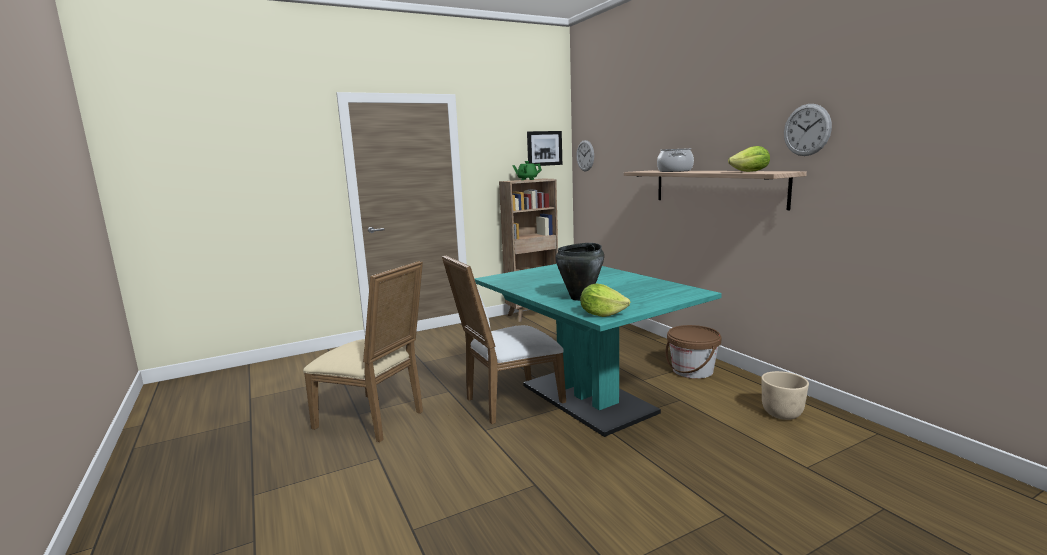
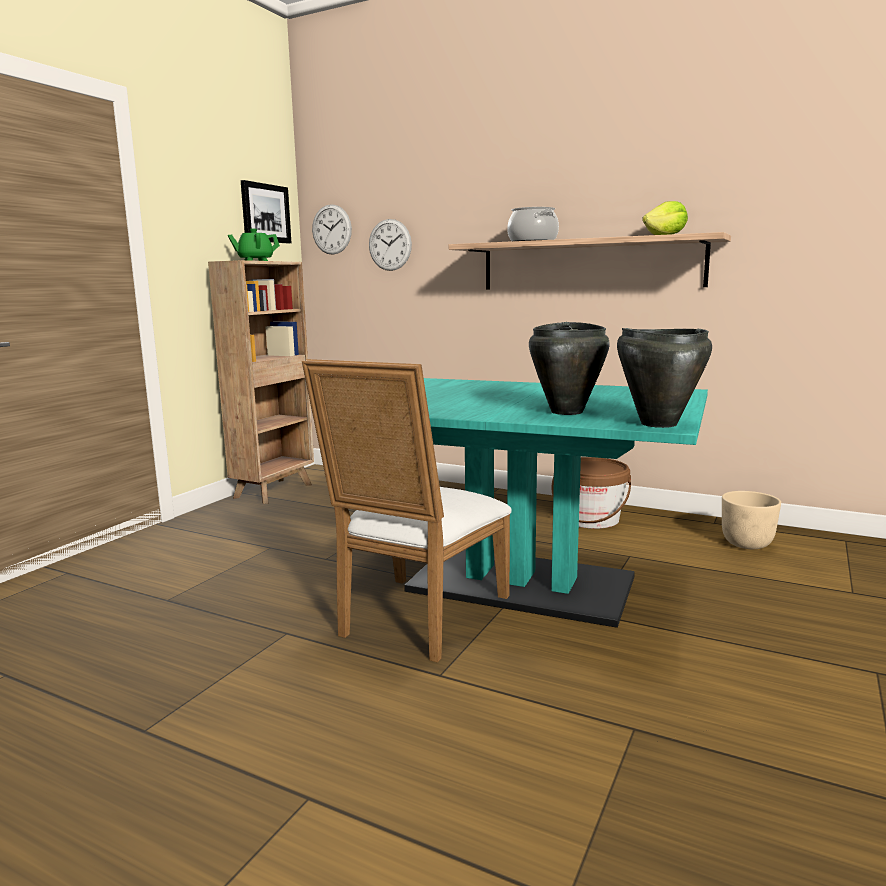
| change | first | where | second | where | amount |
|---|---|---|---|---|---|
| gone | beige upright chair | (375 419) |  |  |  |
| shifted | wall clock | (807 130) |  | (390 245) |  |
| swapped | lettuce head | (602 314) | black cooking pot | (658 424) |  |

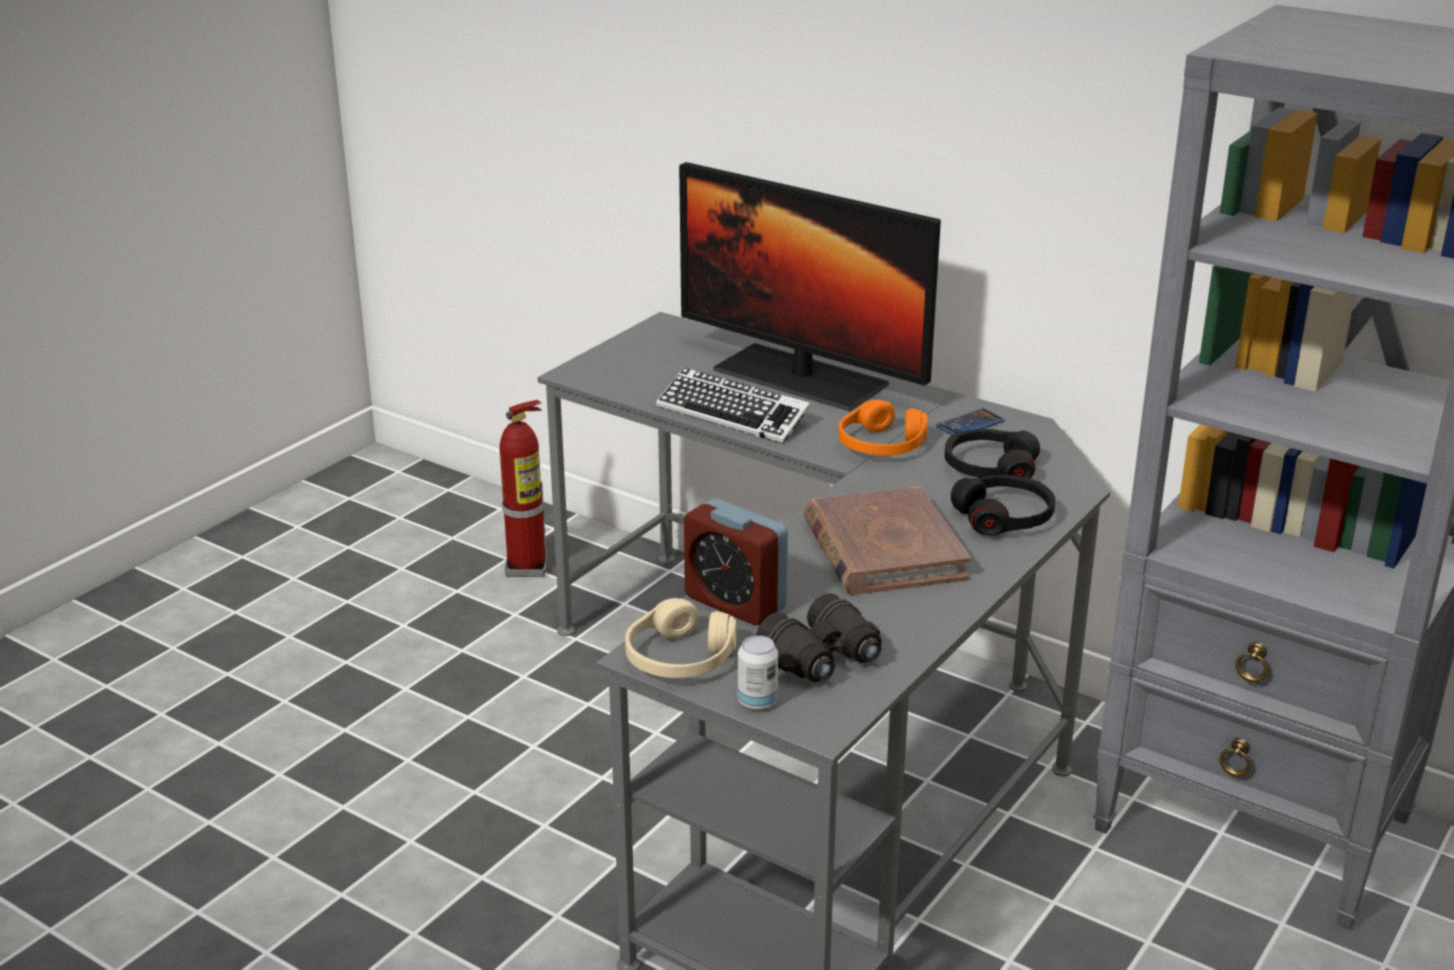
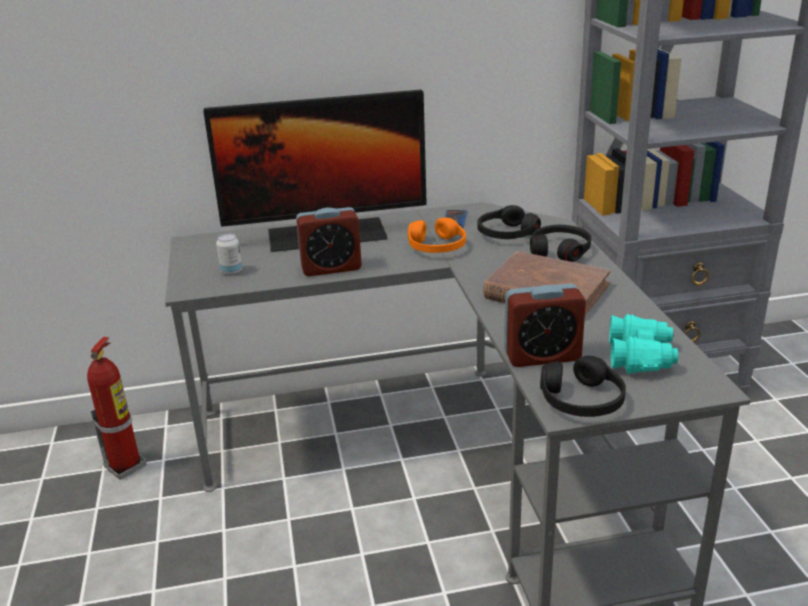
| change | first | where | second | where | amount |
|---|---|---|---|---|---|
| shifted | can | (757 702) |  | (231 271) |  |
| swapped | PC keyboard | (732 415) | table clock | (331 268) |  |
| repainted | beige headset | (679 658) | black headset | (582 400) |  |
| repainted | black pair of binoculars | (823 660) | blue-green pair of binoculars | (641 357) |  |

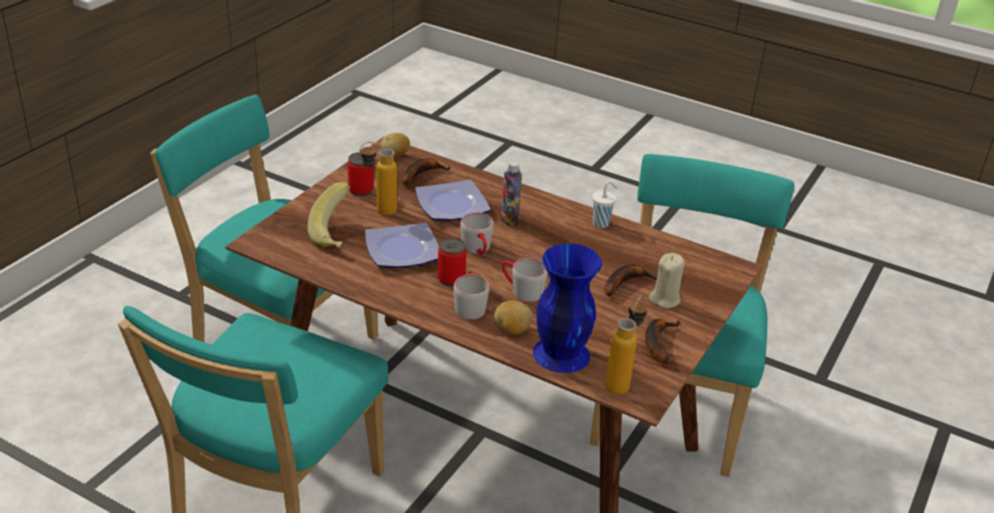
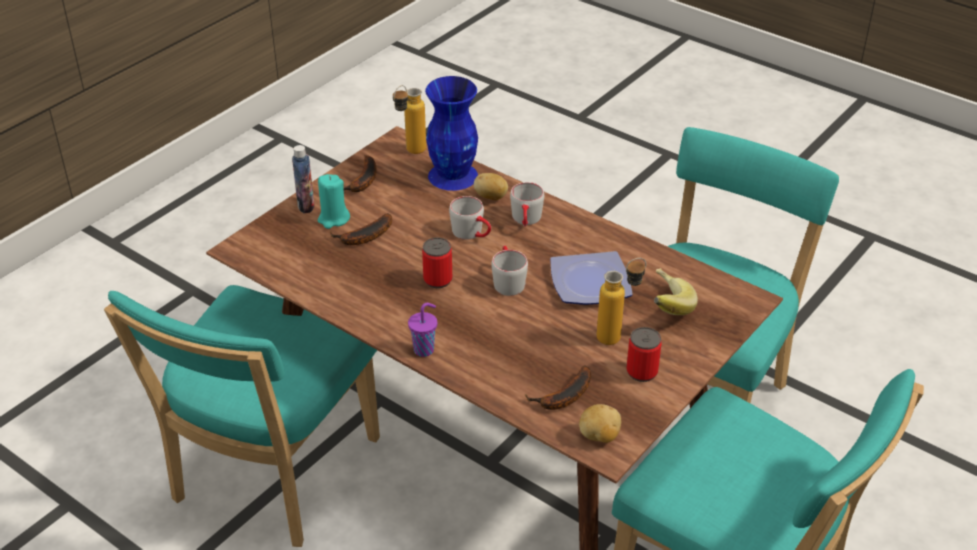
| change | first | where | second | where | amount |
|---|---|---|---|---|---|
| gone | flat dish | (451 206) |  |  |  |
| gone | white drinking cup | (601 223) |  |  |  |
| new |  |  | purple drinking cup | (425 349) |  |
| shifted | can | (451 279) |  | (437 280) |  |
| shifted | bottle | (509 220) |  | (306 205) |  |
| repainted | beige wax candle | (665 299) | blue-green wax candle | (333 219) |  |

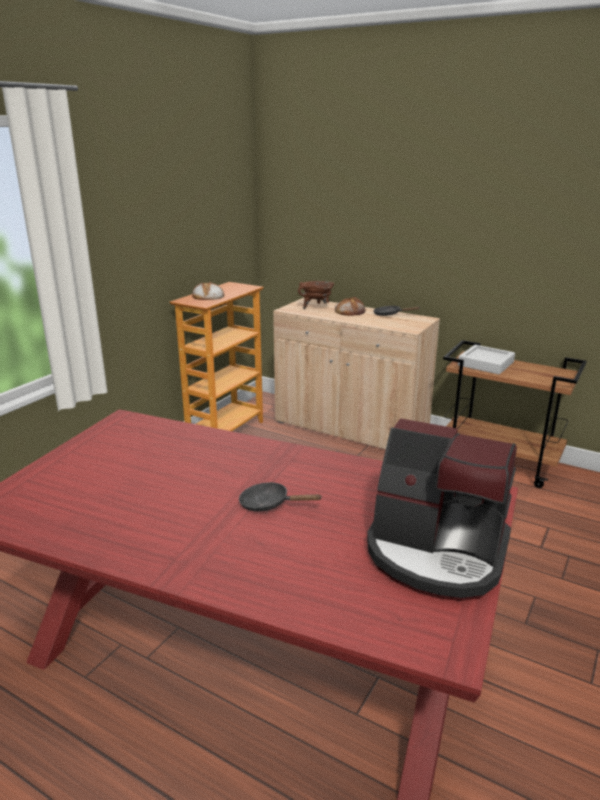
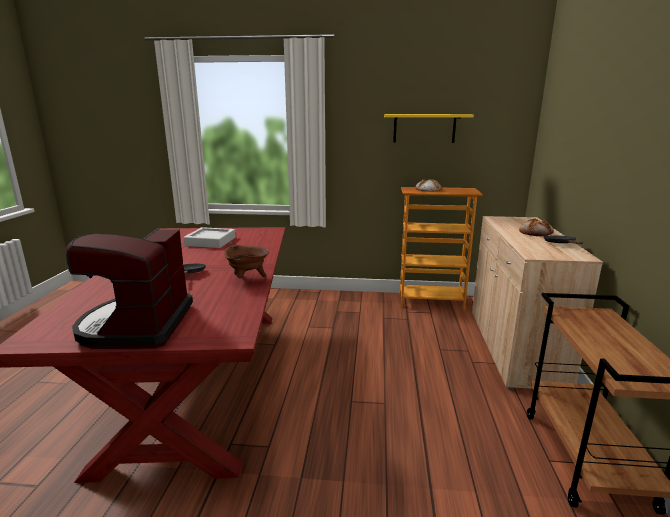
| change | first | where | second | where | amount |
|---|---|---|---|---|---|
| new |  |  | yellow-coloured wall shelf | (424 128) |  |
| shifted | brownish cooking pot | (316 307) |  | (247 279) |  |
| shifted | gray serving tray | (485 364) |  | (210 241) |  |

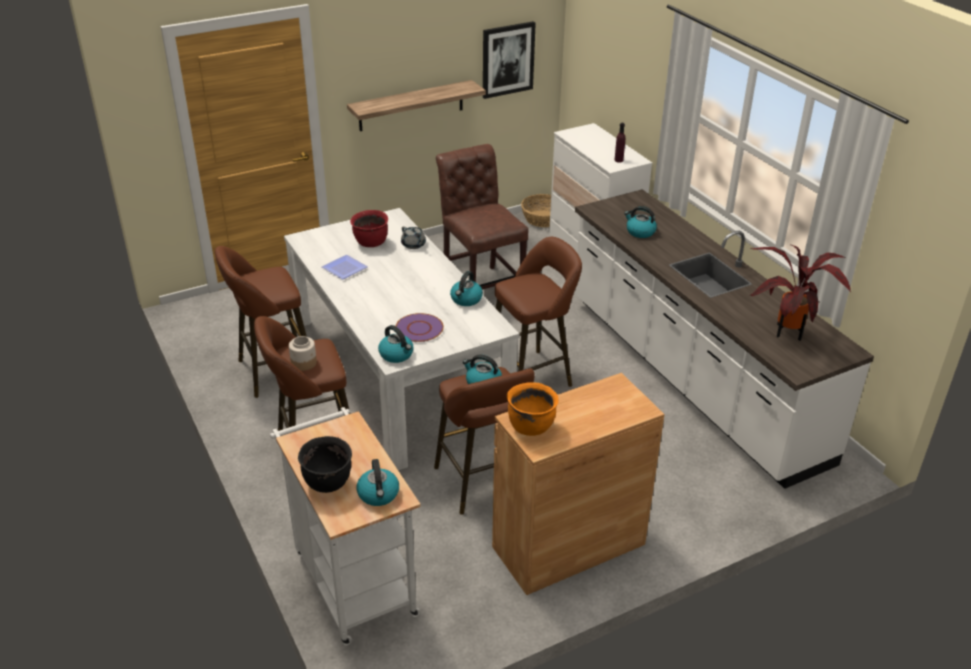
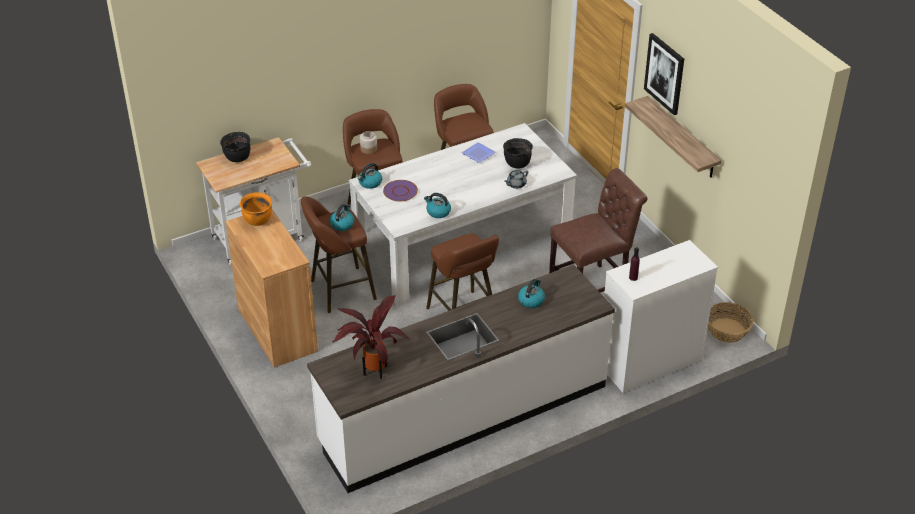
| change | first | where | second | where | amount |
|---|---|---|---|---|---|
| gone | tea kettle | (378 494) |  |  |  |
| shifted | wall picture | (507 59) |  | (665 73) |  |
| repainted | reddish cooking pot | (371 243) | black cooking pot | (517 163) |  |

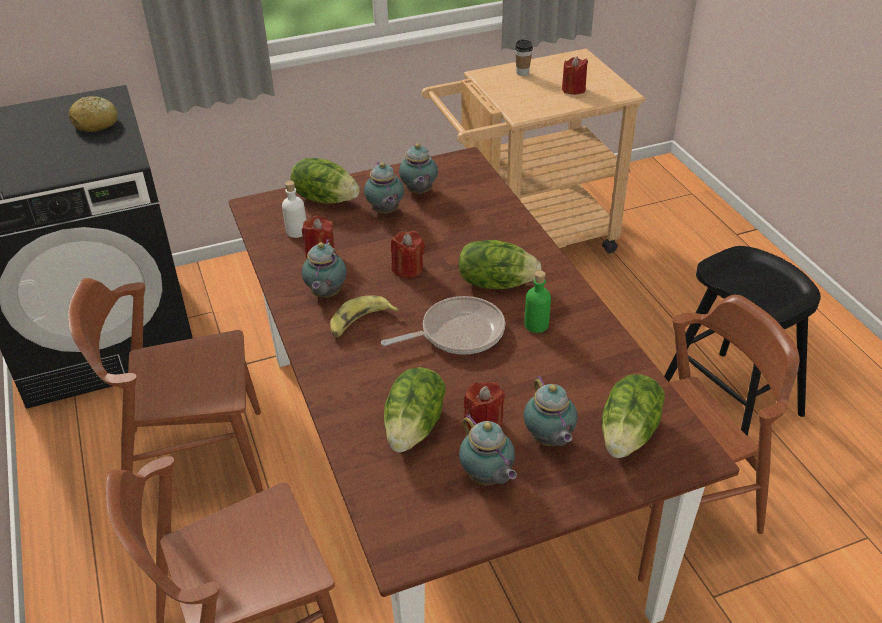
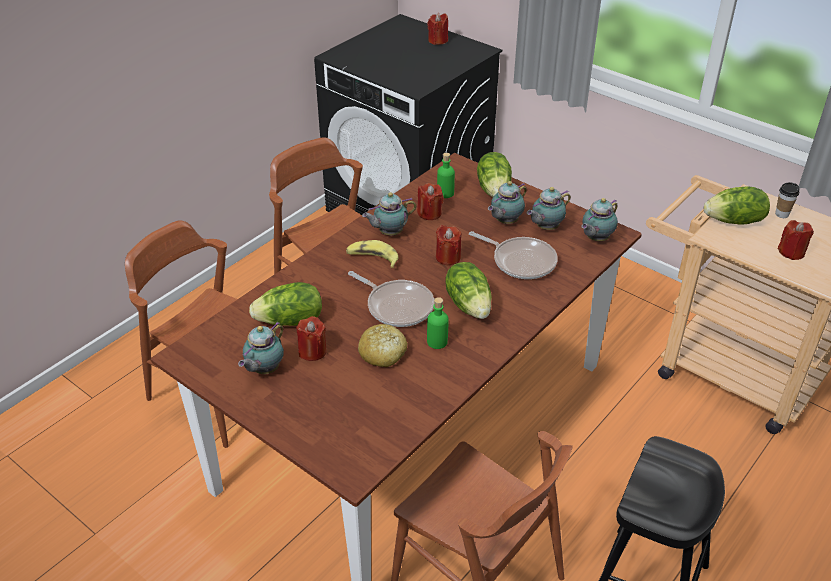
| change | first | where | second | where | amount |
|---|---|---|---|---|---|
| new |  |  | reddish wax candle | (438 40) |  |
| new |  |  | frying pan | (521 261) |  |
| shifted | bakery bread | (96 123) |  | (382 353) |  |
| shifted | pot for tea | (548 440) |  | (595 239) |  |
| shifted | lettuce head | (629 434) |  | (734 221) |  |
| repainted | white bottle | (296 231) | green bottle | (445 193) |  |

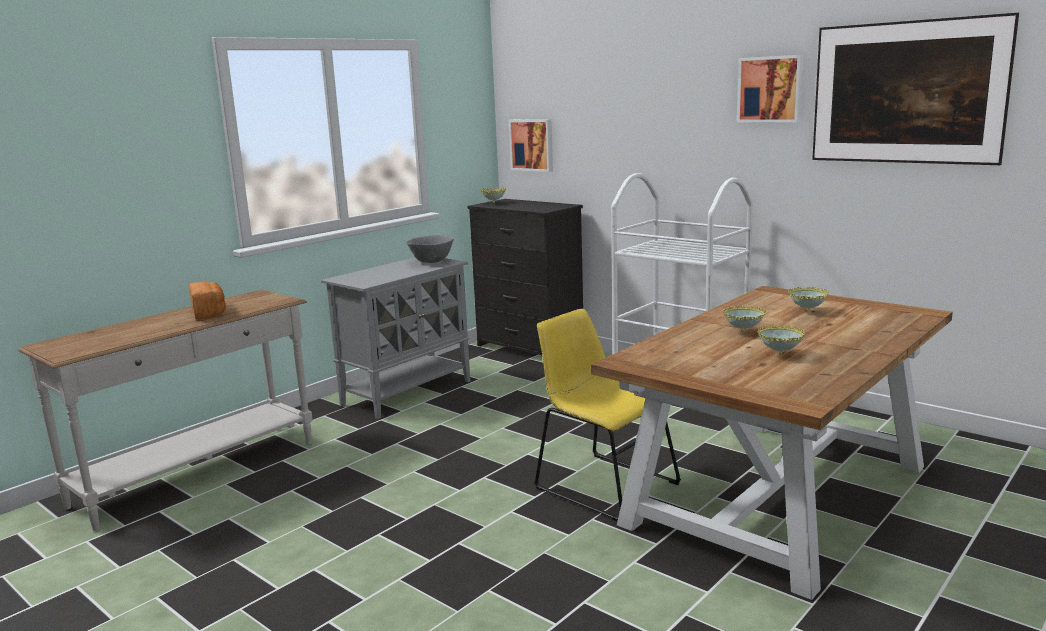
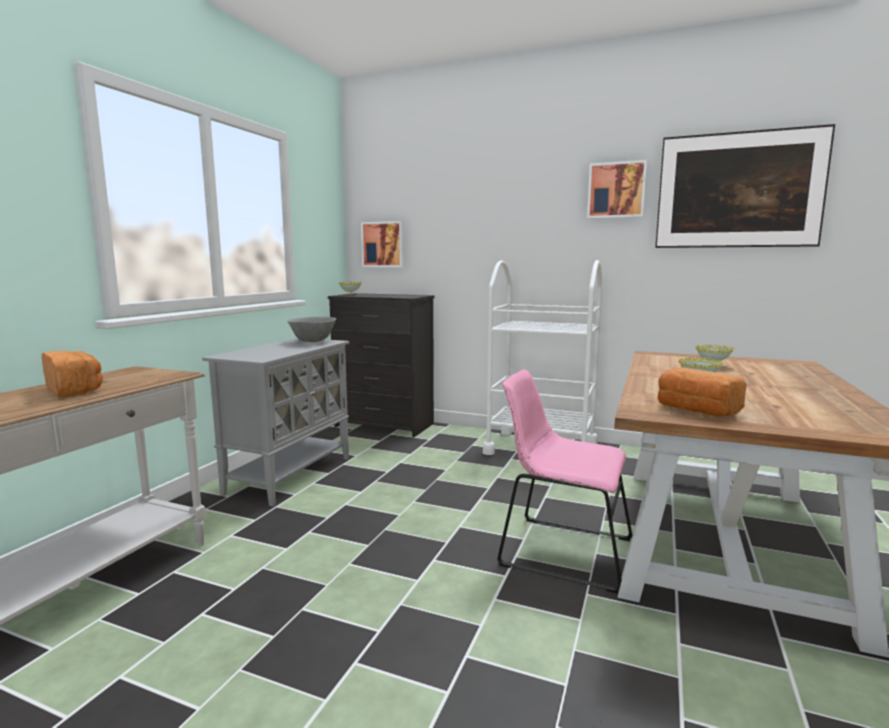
| change | first | where | second | where | amount |
|---|---|---|---|---|---|
| gone | deep dish | (780 355) |  |  |  |
| new |  |  | bakery bread | (695 410) |  |
| repainted | yellow-coloured upright chair | (602 484) | pinkish upright chair | (560 550) |  |

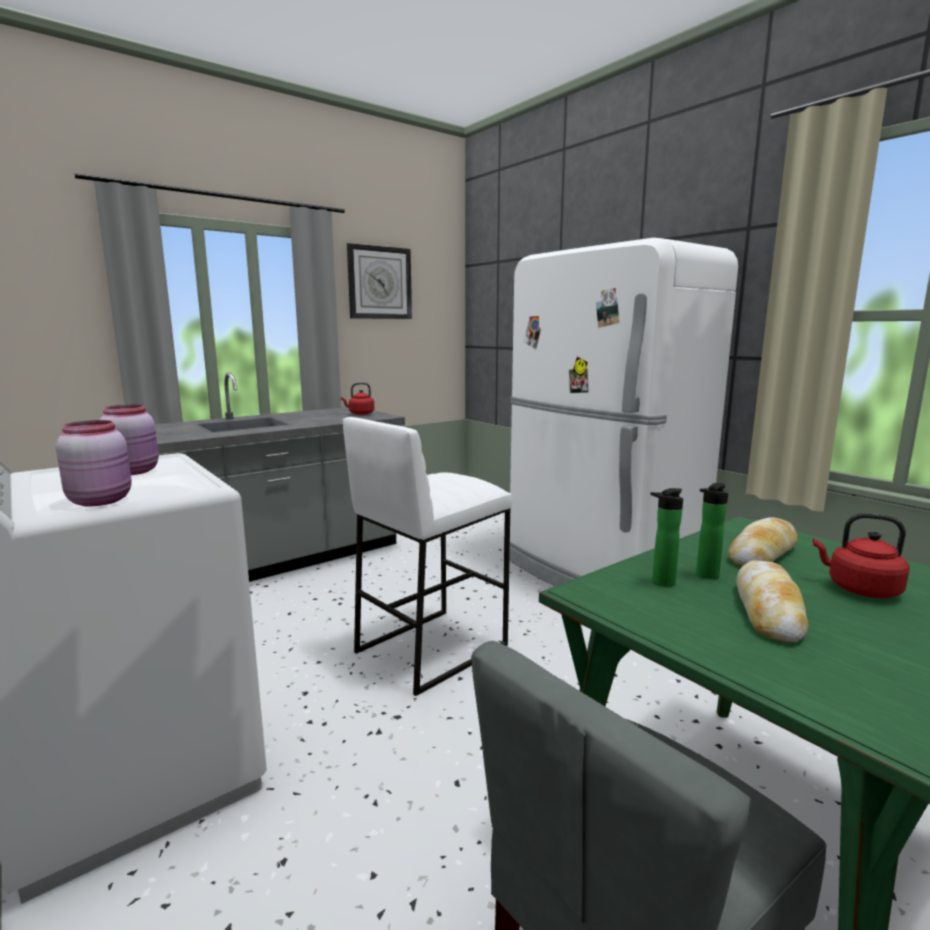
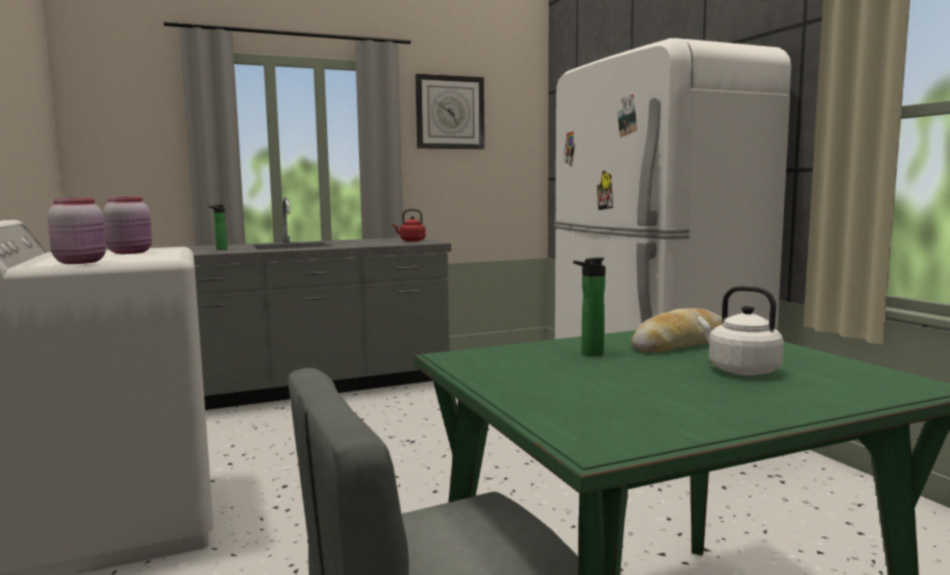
| change | first | where | second | where | amount |
|---|---|---|---|---|---|
| gone | white stool | (430 648) |  |  |  |
| gone | bakery bread | (768 610) |  |  |  |
| shifted | bottle | (660 583) |  | (219 249) |  |
| repainted | reddish tea kettle | (859 589) | white tea kettle | (739 370) |  |

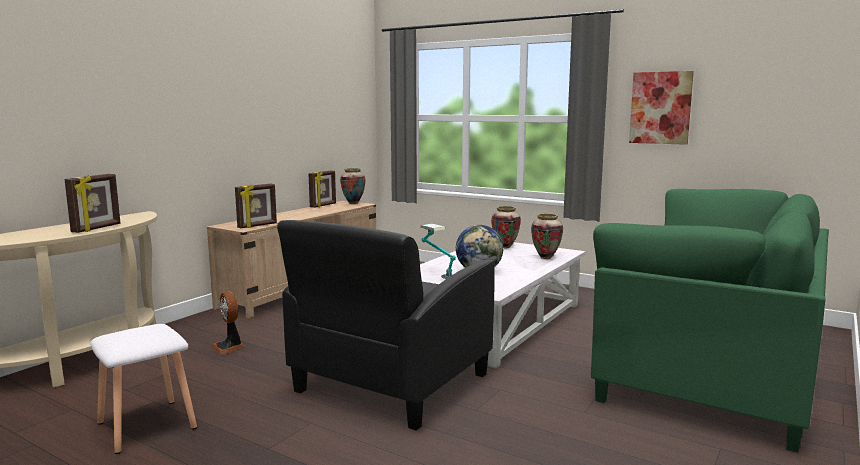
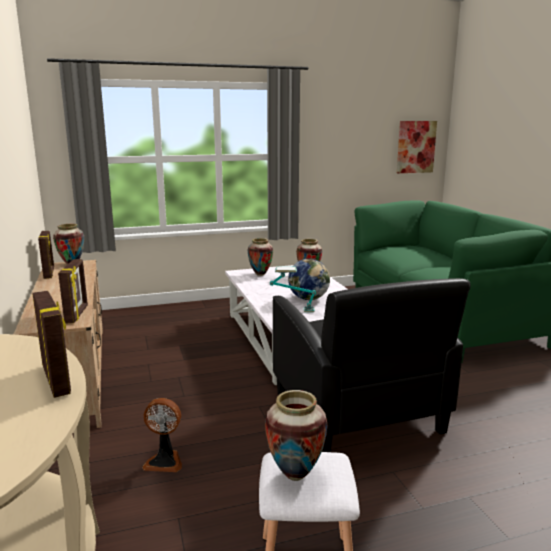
| change | first | where | second | where | amount |
|---|---|---|---|---|---|
| new |  |  | vase | (295 474) |  |
| shifted | wall picture | (660 108) |  | (416 147) |  |

